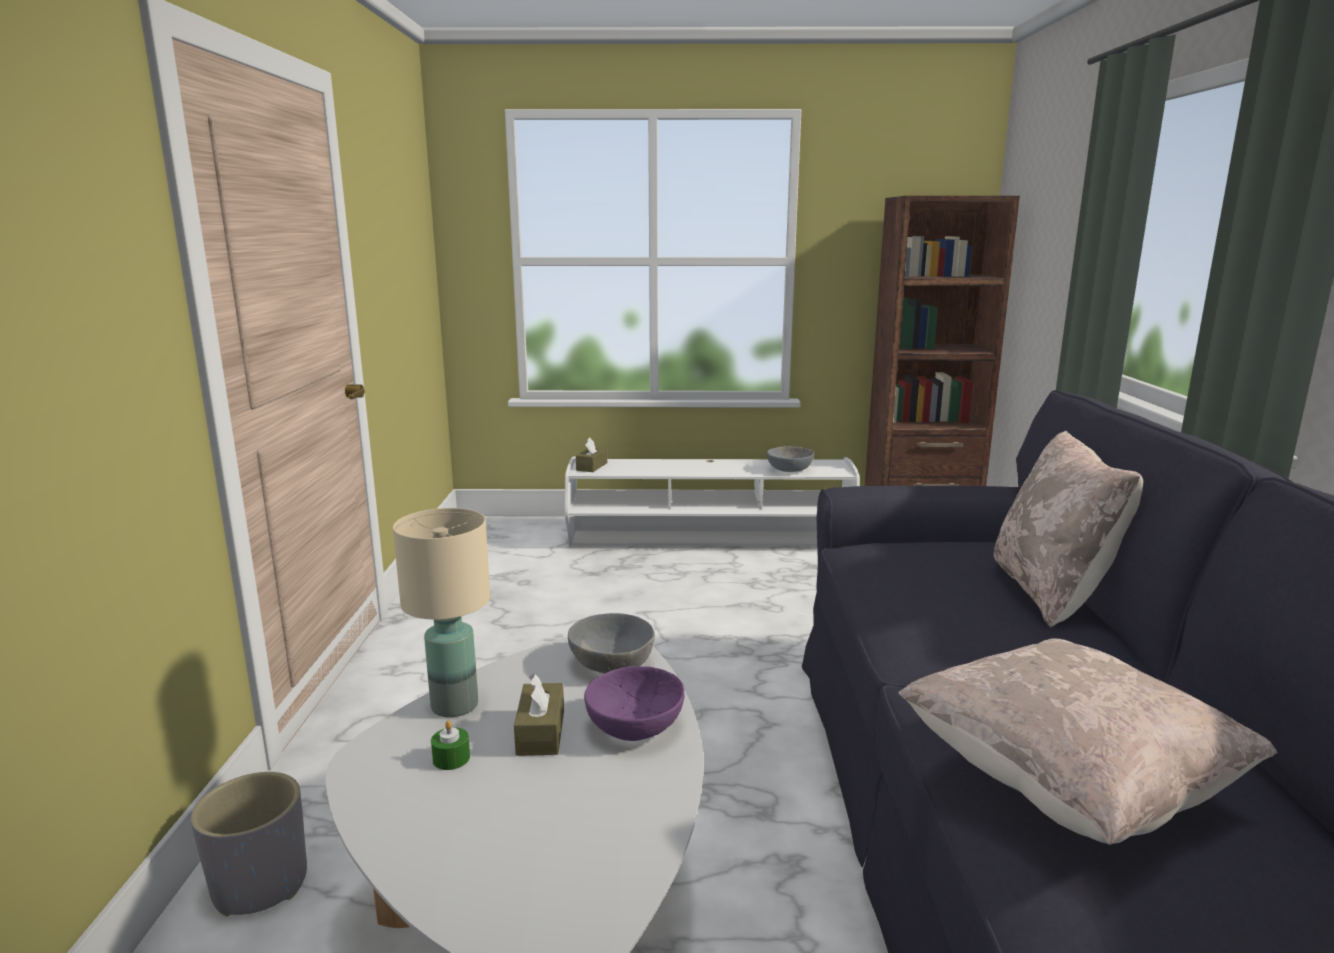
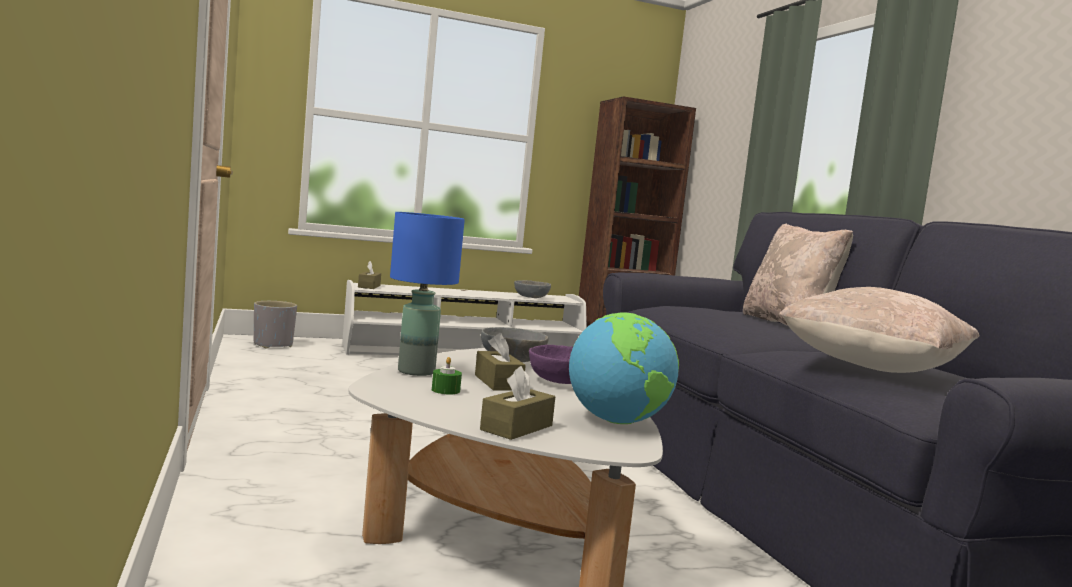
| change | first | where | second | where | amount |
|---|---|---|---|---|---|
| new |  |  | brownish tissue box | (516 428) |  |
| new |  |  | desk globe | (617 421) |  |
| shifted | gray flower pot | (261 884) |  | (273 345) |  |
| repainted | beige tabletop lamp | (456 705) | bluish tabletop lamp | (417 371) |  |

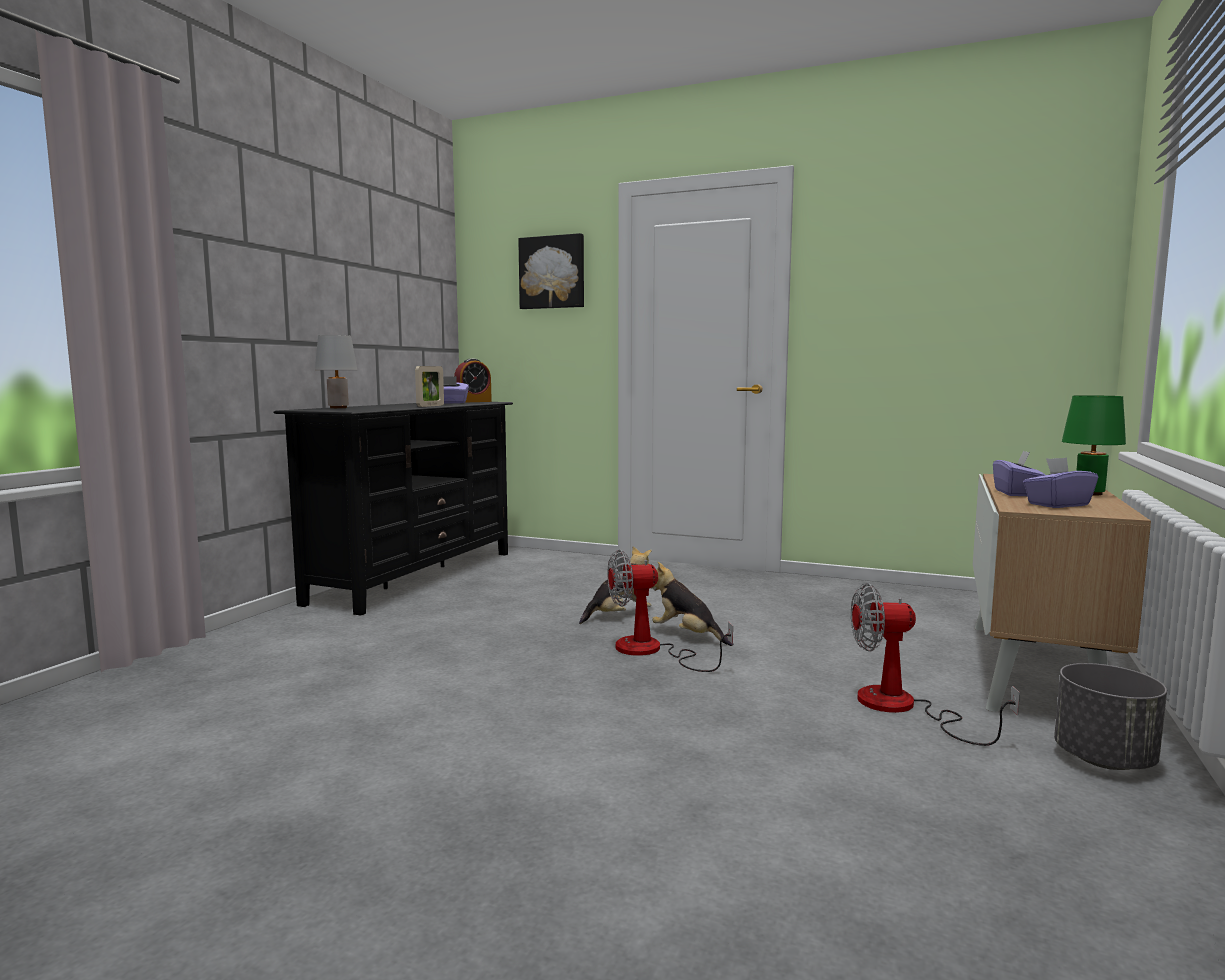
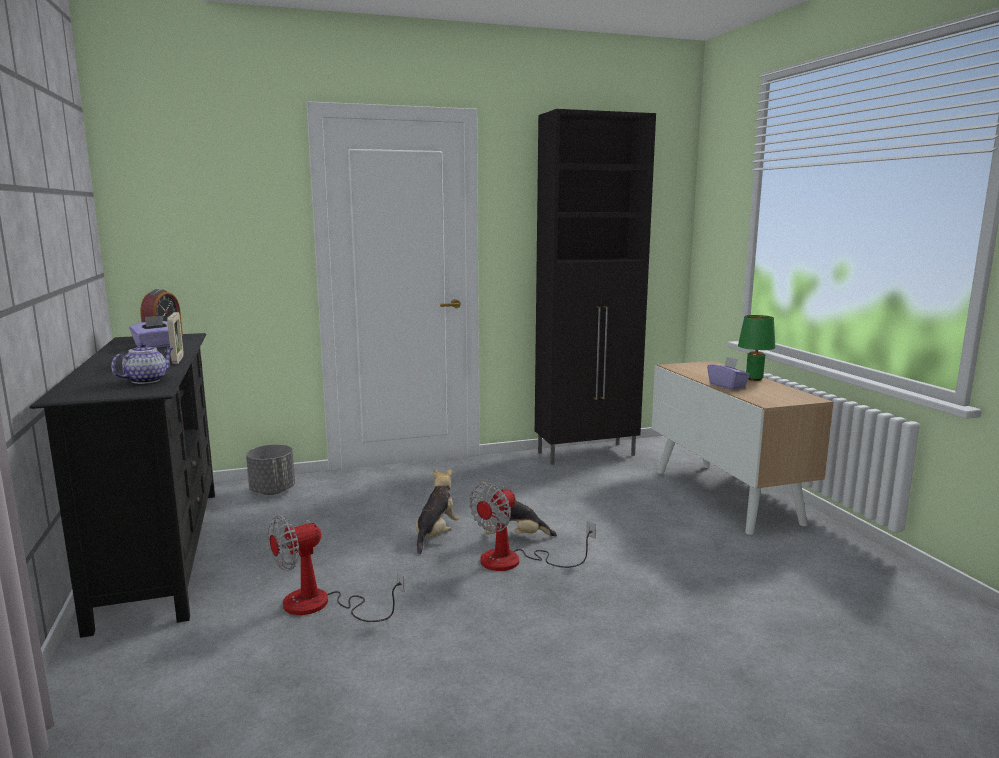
| change | first | where | second | where | amount |
|---|---|---|---|---|---|
| gone | gray tabletop lamp | (337 408) |  |  |  |
| gone | wall picture | (552 272) |  |  |  |
| gone | purple tissue box | (1057 504) |  |  |  |
| new |  |  | pot for tea | (147 380) |  |
| new |  |  | black cabinet | (587 454) |  |
| shifted | fan | (903 708) |  | (321 605) |  |
| shifted | gray flower pot | (1103 759) |  | (272 491) |  |

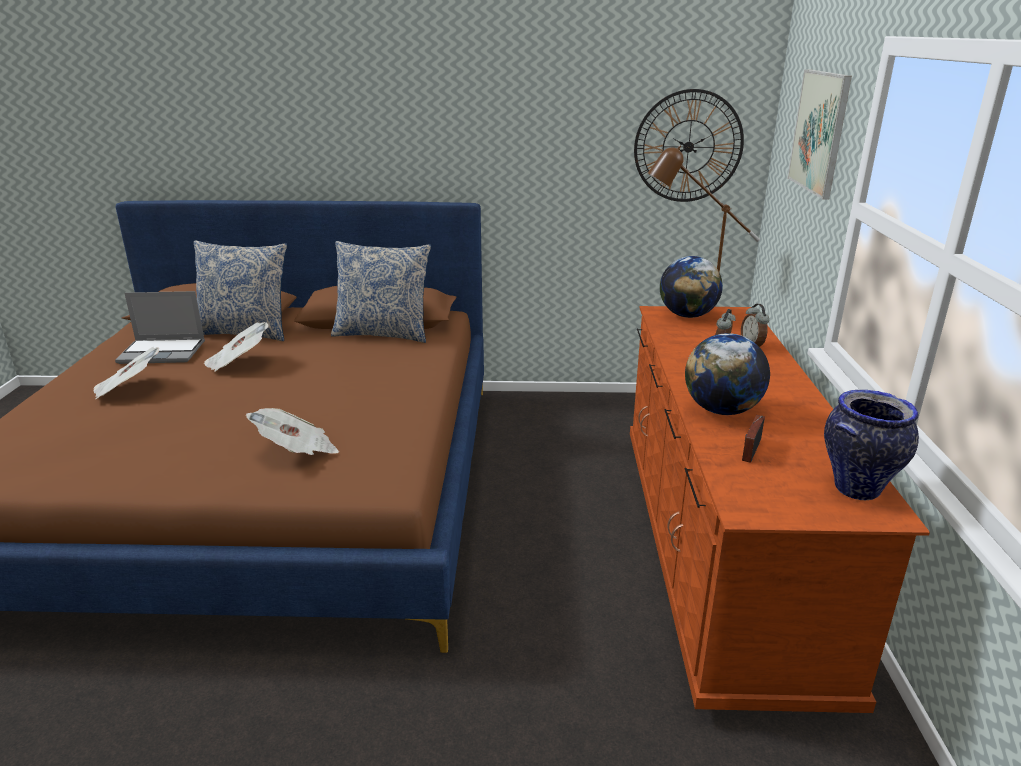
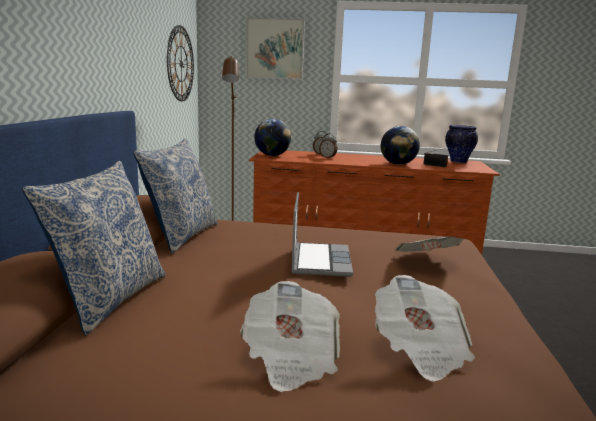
| change | first | where | second | where | amount |
|---|---|---|---|---|---|
| shifted | laptop | (164 352) |  | (319 261) |  |
| shifted | daily paper | (238 363) |  | (420 350) |  |

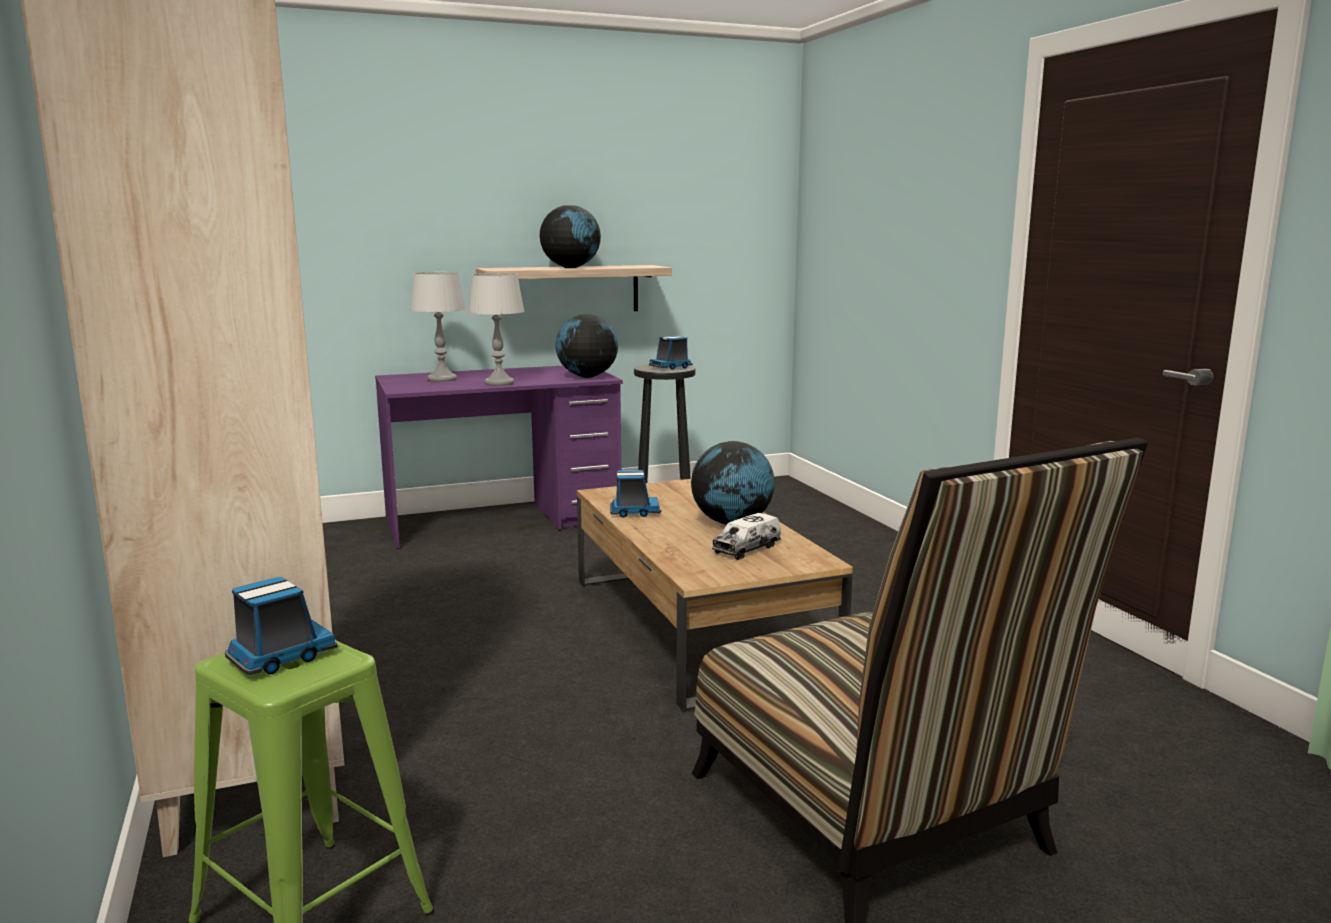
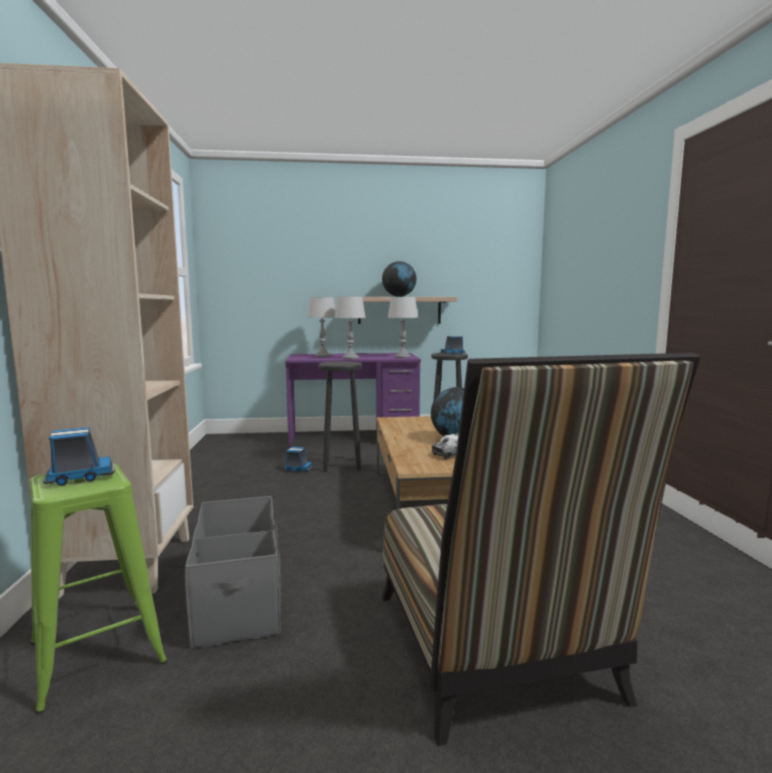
| change | first | where | second | where | amount |
|---|---|---|---|---|---|
| new |  |  | gray storage box | (239 596) |  |
| new |  |  | black stool | (341 465) |  |
| shifted | toy truck | (634 512) |  | (297 469) |  |
| swapped | desk globe | (587 376) | gray tabletop lamp | (402 357) |  |

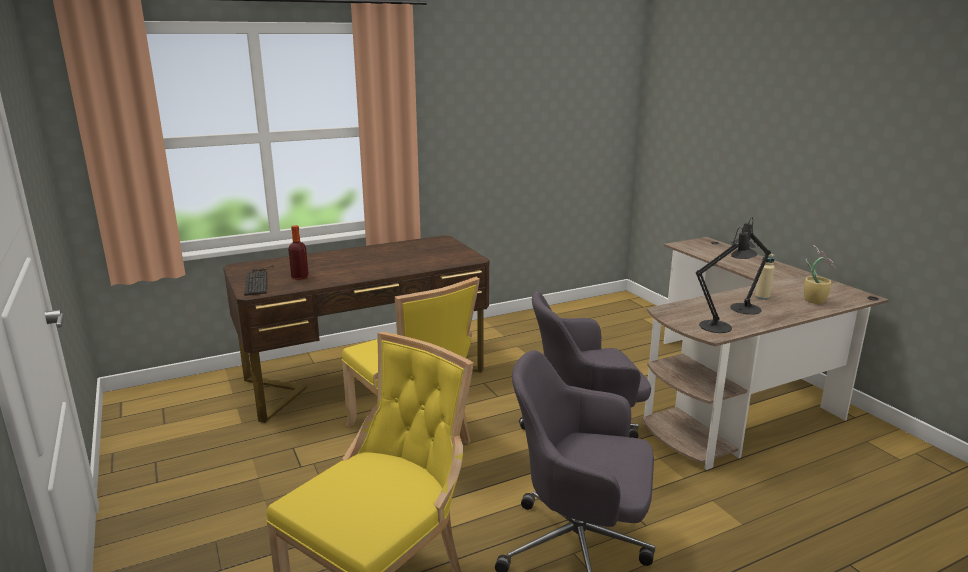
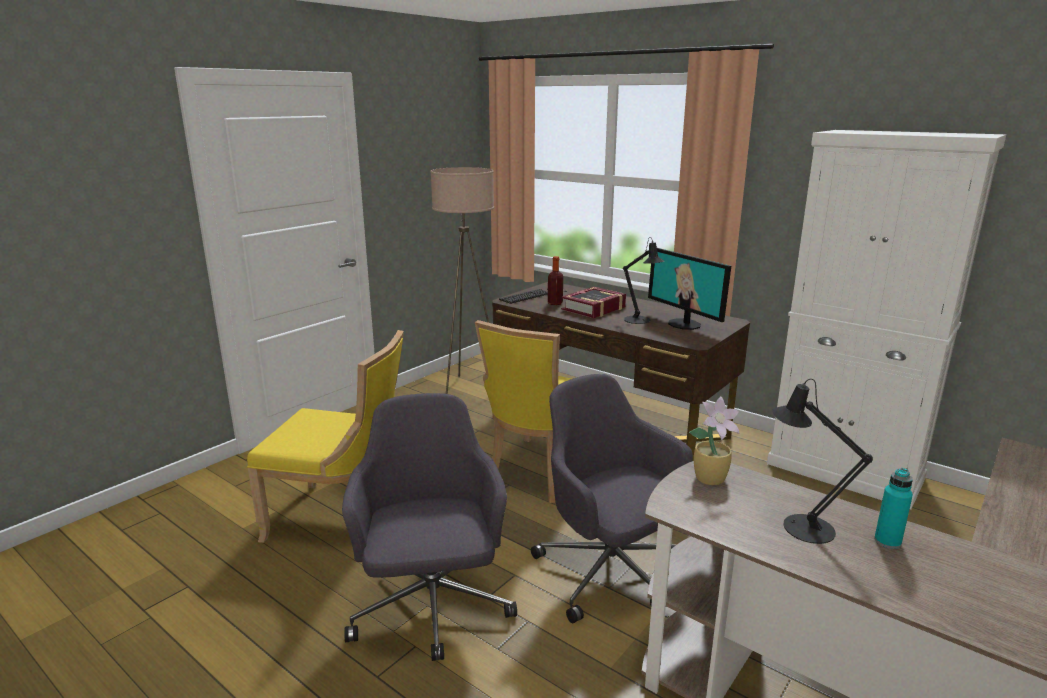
| change | first | where | second | where | amount |
|---|---|---|---|---|---|
| new |  |  | beige standing lamp | (469 388) |  |
| new |  |  | volume | (594 308) |  |
| new |  |  | computer display | (685 324) |  |
| new |  |  | white cabinet | (844 472) |  |
| shifted | black tabletop lamp | (720 326) |  | (640 321) |  |
| shifted | houseplant | (814 300) |  | (711 478) |  |
| repainted | beige bottle | (762 297) | blue-green bottle | (887 541) |  |

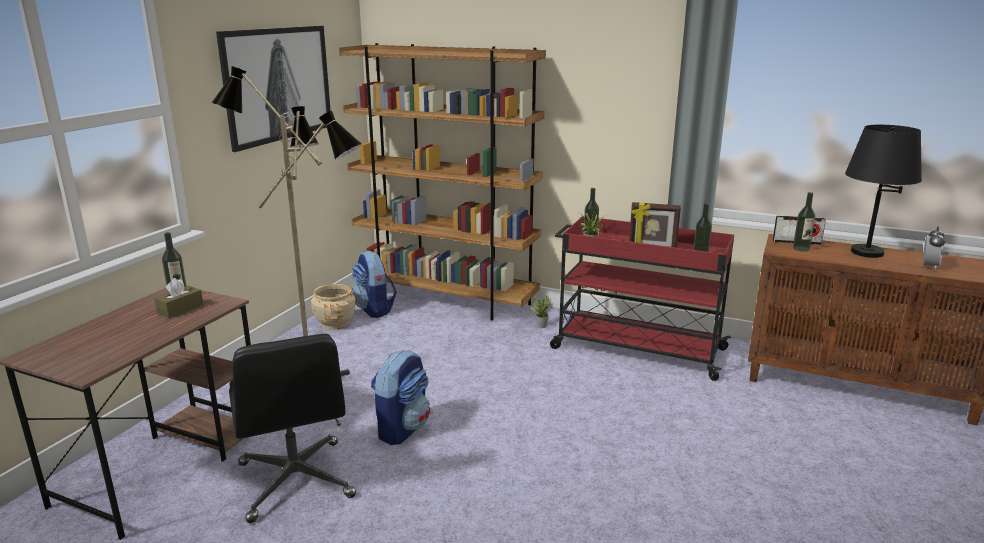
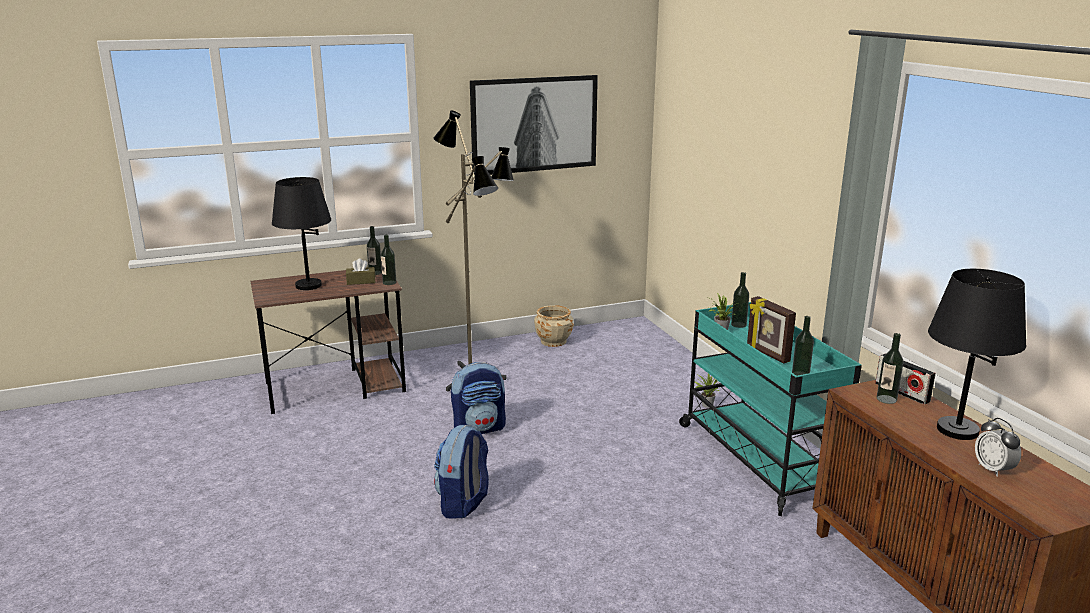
| change | first | where | second | where | amount |
|---|---|---|---|---|---|
| gone | black computer chair | (296 481) |  |  |  |
| gone | brownish bookcase | (447 300) |  |  |  |
| new |  |  | black tabletop lamp | (308 286) |  |
| new |  |  | bottle | (389 282) |  |
| shifted | knapsack | (374 310) |  | (463 503) |  |
| repainted | reddish cart | (636 348) | blue-green cart | (757 458) |  |
| rotated | table clock | (929 266) |  | (993 469) | 90 degrees clockwise |

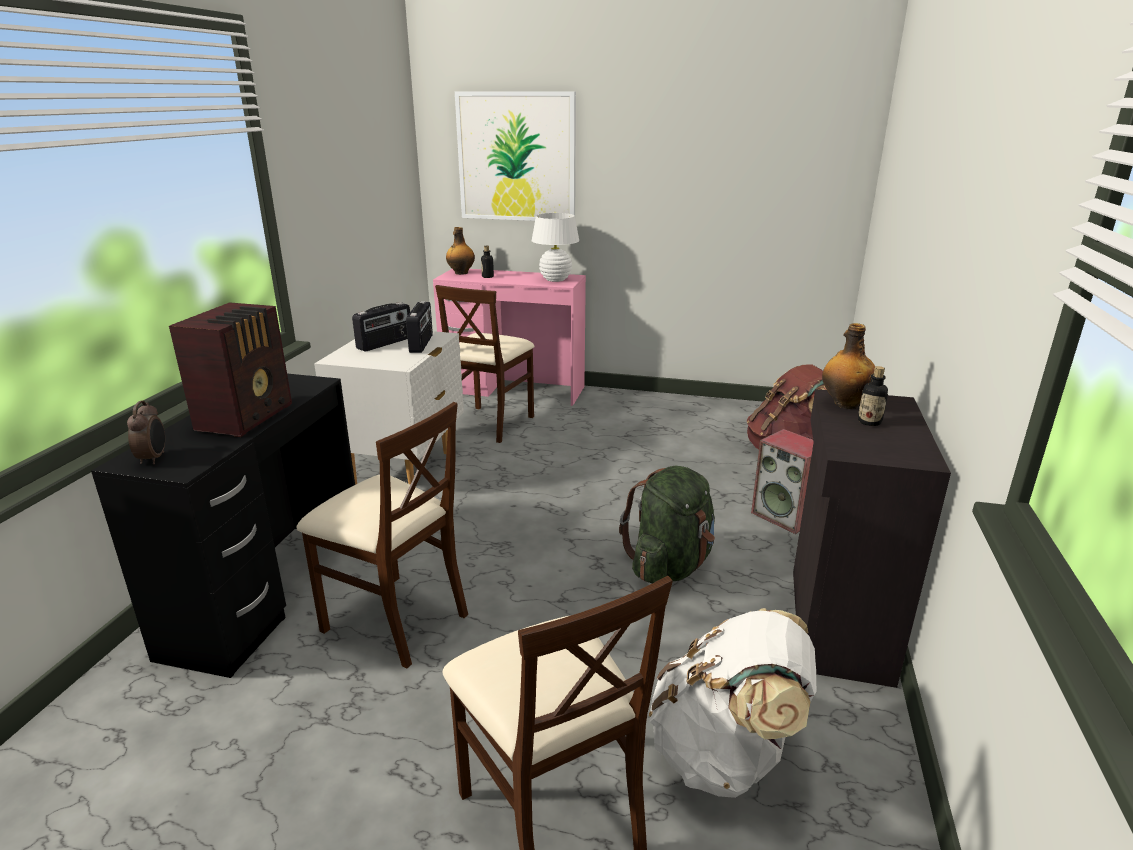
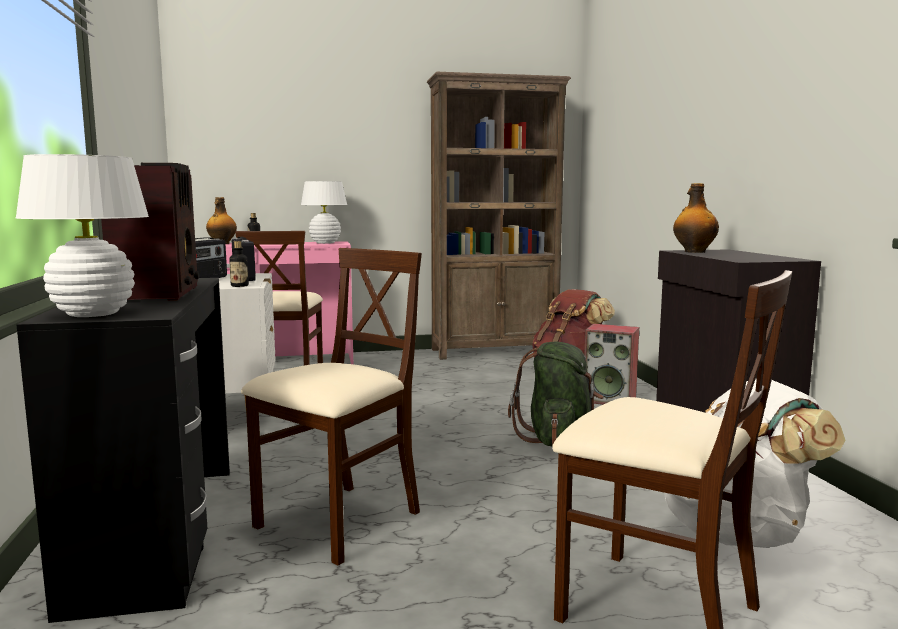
| change | first | where | second | where | amount |
|---|---|---|---|---|---|
| gone | wall picture | (517 157) |  |  |  |
| new |  |  | brownish bookcase | (495 351) |  |
| shifted | bottle | (869 422) |  | (239 286) |  |
| swapped | table clock | (154 458) | white tabletop lamp | (92 314) |  |
| rotated | beige upright chair | (395 619) |  | (339 522) | 60 degrees counterclockwise |

